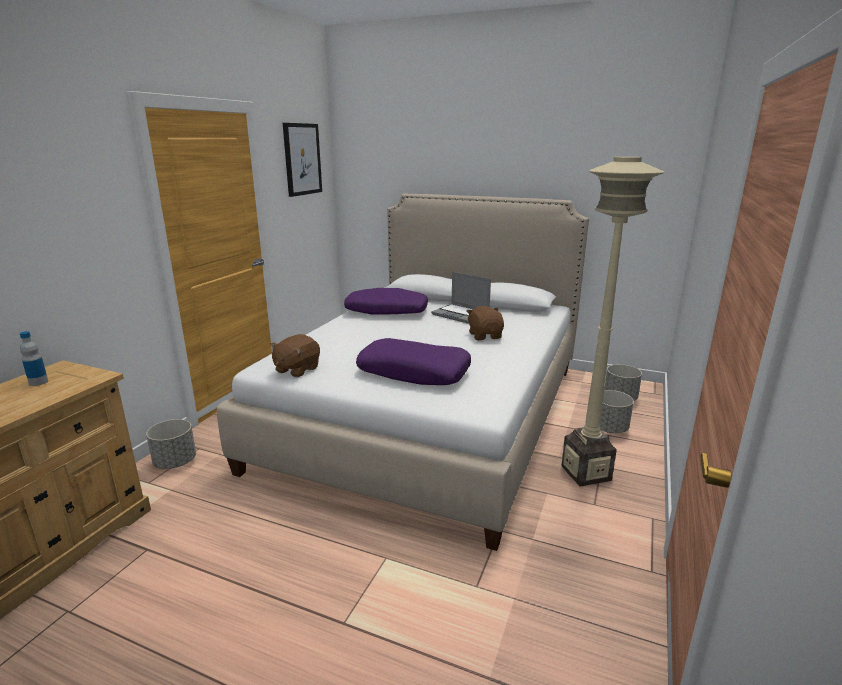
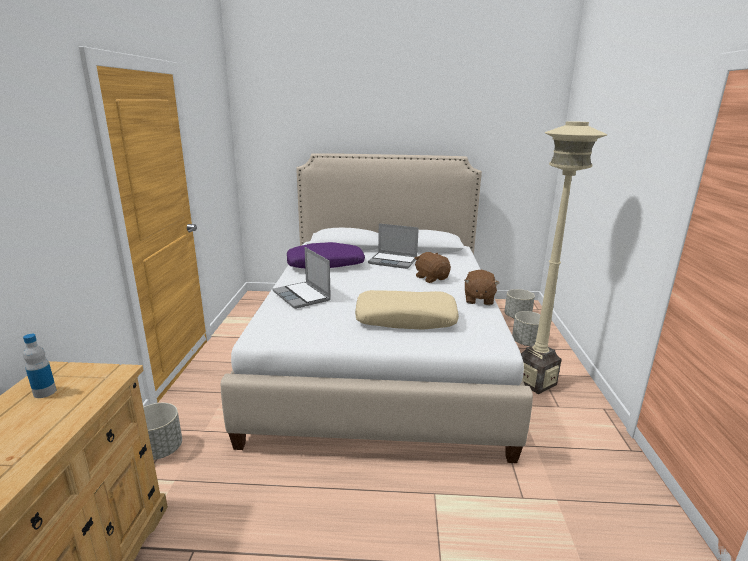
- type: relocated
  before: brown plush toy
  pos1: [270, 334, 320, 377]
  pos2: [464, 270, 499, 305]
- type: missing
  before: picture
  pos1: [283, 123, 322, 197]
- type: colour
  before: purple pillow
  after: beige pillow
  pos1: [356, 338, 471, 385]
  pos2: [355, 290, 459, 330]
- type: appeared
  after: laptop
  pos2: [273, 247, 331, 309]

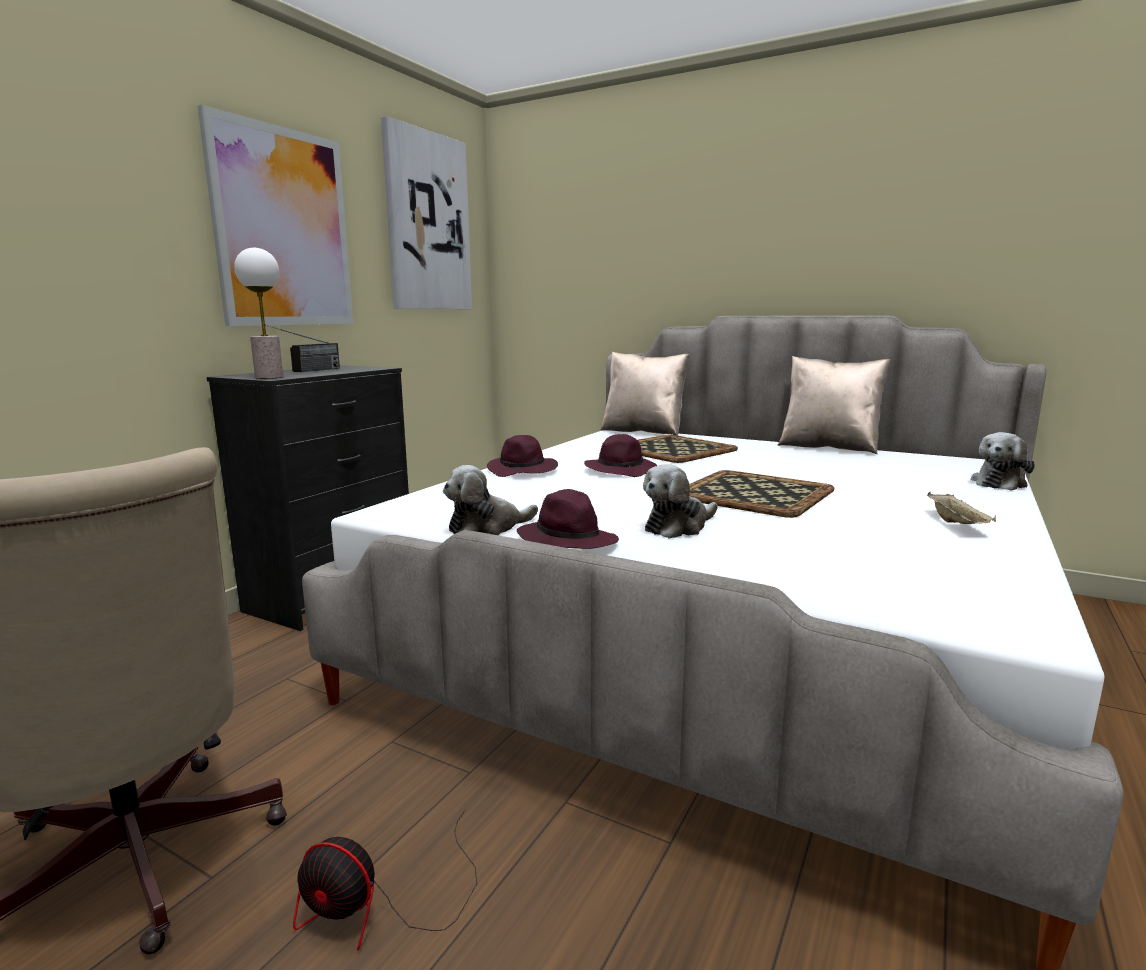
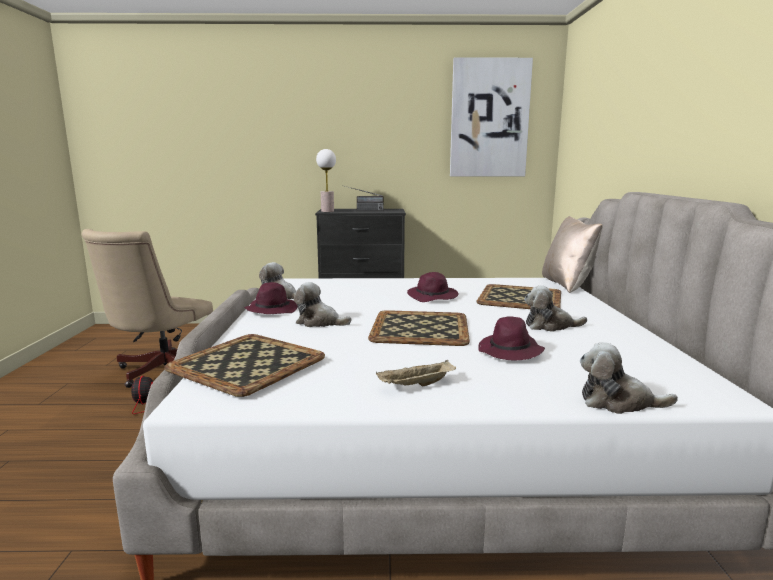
- type: missing
  before: picture
  pos1: [198, 105, 354, 326]
- type: relocated
  before: purple hat
  pos1: [487, 435, 558, 477]
  pos2: [478, 316, 545, 361]
- type: missing
  before: beige pillow
  pos1: [777, 356, 891, 454]
- type: appeared
  after: tray
  pos2: [164, 334, 325, 397]
- type: appeared
  after: plush toy
  pos2: [524, 285, 587, 332]

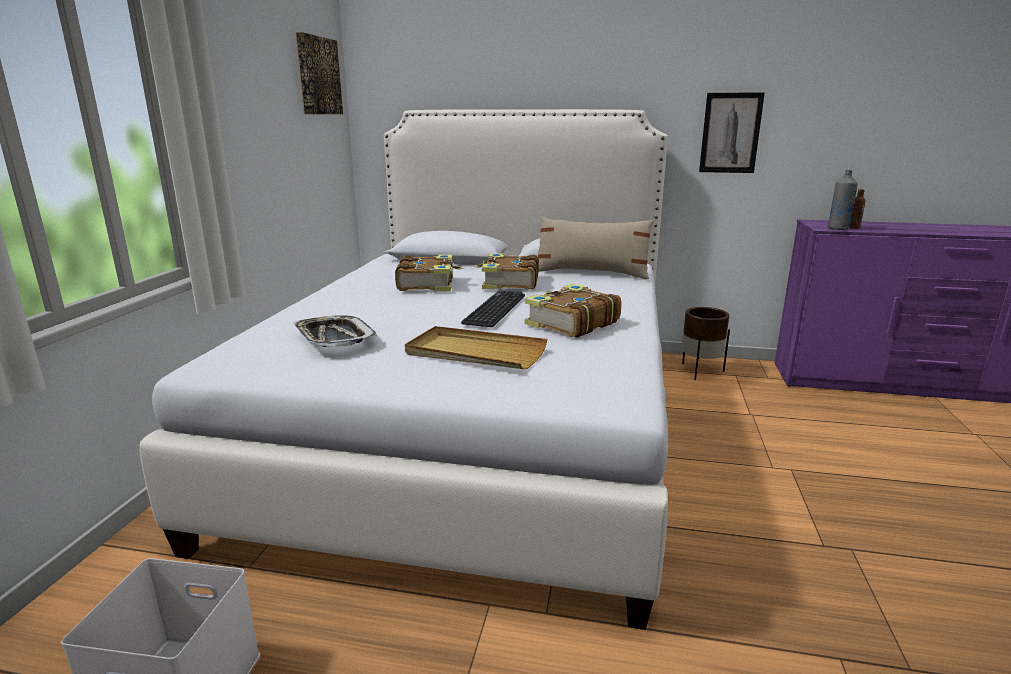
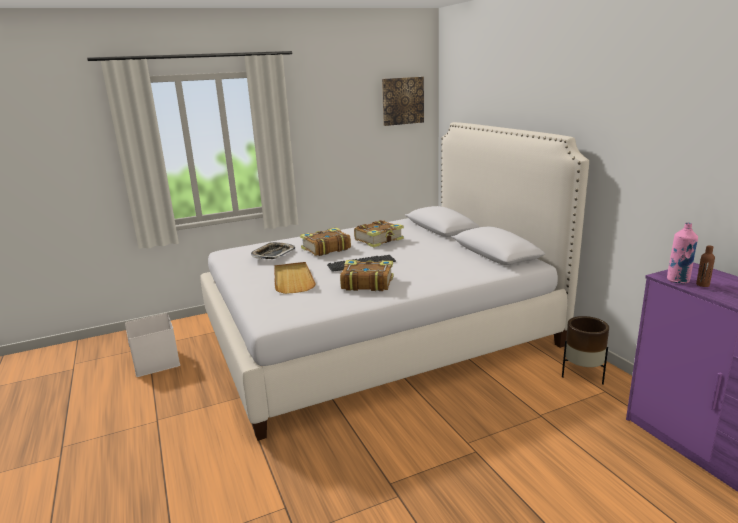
- type: relocated
  before: book
  pos1: [474, 253, 539, 290]
  pos2: [300, 228, 351, 256]
- type: missing
  before: beige pillow
  pos1: [538, 216, 654, 279]
- type: missing
  before: picture
  pos1: [699, 92, 765, 173]
- type: colour
  before: grey bottle
  after: pink bottle
  pos1: [828, 170, 858, 230]
  pos2: [667, 223, 698, 283]

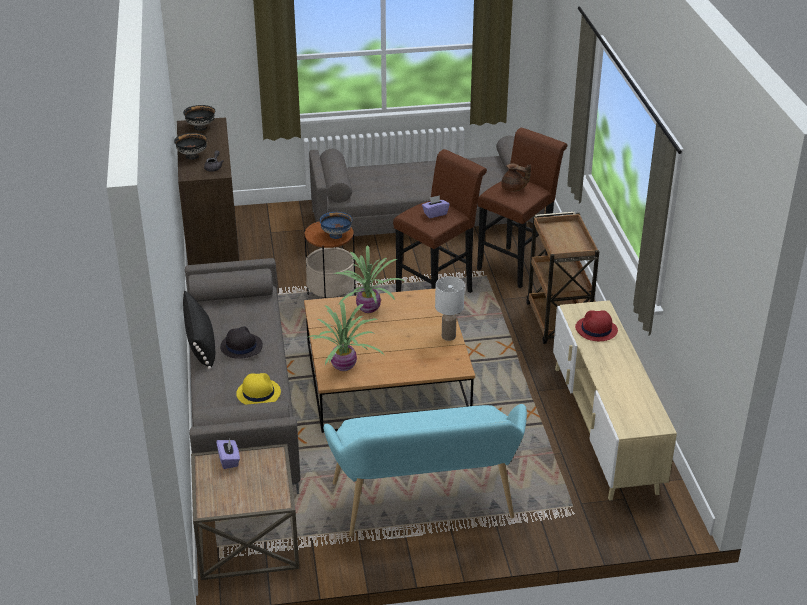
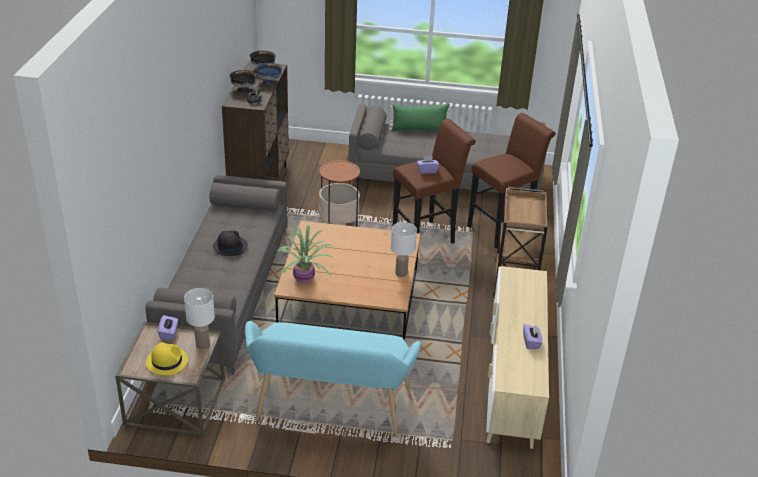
- type: missing
  before: black pillow
  pos1: [183, 290, 215, 370]
- type: relocated
  before: yellow hat
  pos1: [236, 373, 281, 405]
  pos2: [146, 342, 188, 375]
- type: relocated
  before: blue bowl
  pos1: [319, 212, 352, 239]
  pos2: [255, 63, 283, 84]
- type: missing
  before: potted plant
  pos1: [333, 245, 406, 313]
- type: missing
  before: brown teapot
  pos1: [501, 163, 531, 192]
- type: missing
  before: red hat
  pos1: [575, 310, 618, 341]
- type: appeared
  after: white table lamp
  pos2: [184, 288, 215, 349]
- type: appeared
  after: green pillow
  pos2: [389, 104, 451, 131]
- type: appeared
  after: purple tissue box
  pos2: [523, 324, 543, 349]

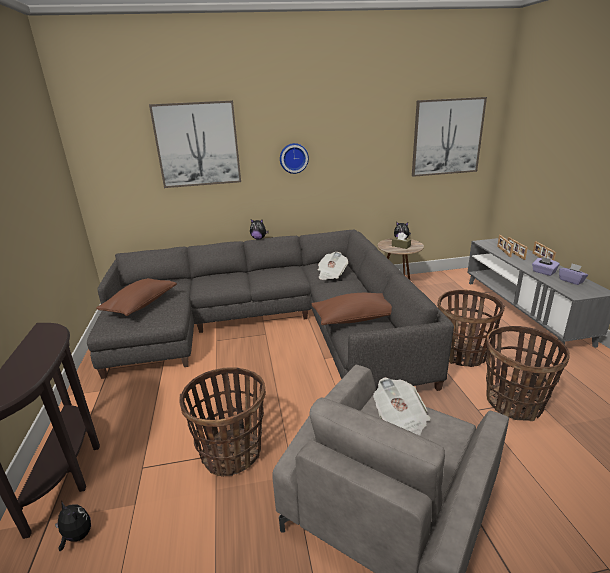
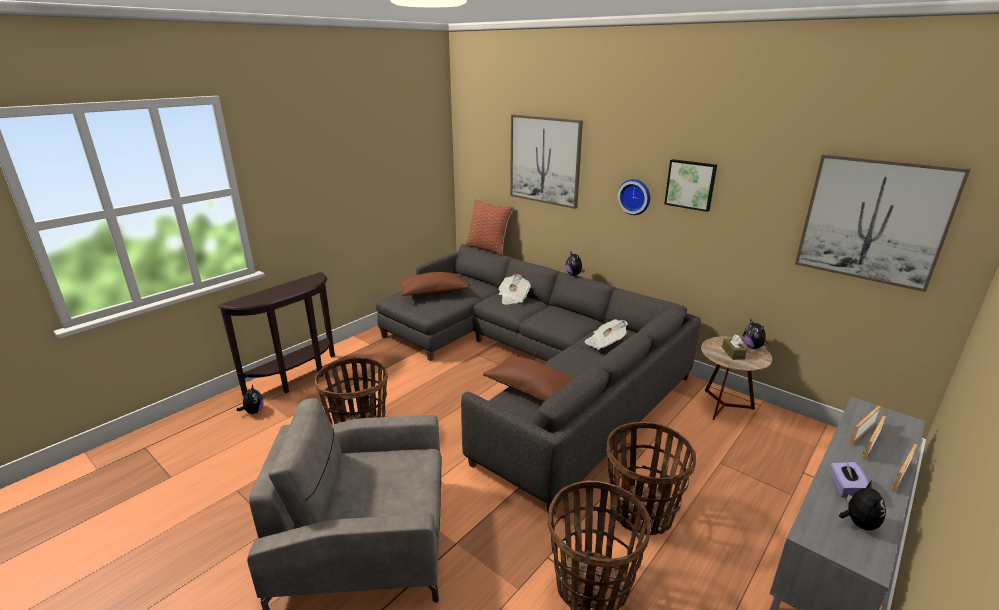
- type: relocated
  before: newspaper
  pos1: [373, 377, 431, 436]
  pos2: [498, 274, 531, 305]
- type: exchanged
  before: purple tissue box
  after: plush toy
  pos1: [559, 263, 588, 285]
  pos2: [839, 480, 886, 530]
- type: appeared
  after: pillow
  pos2: [465, 199, 513, 255]
- type: appeared
  after: picture
  pos2: [665, 159, 717, 212]

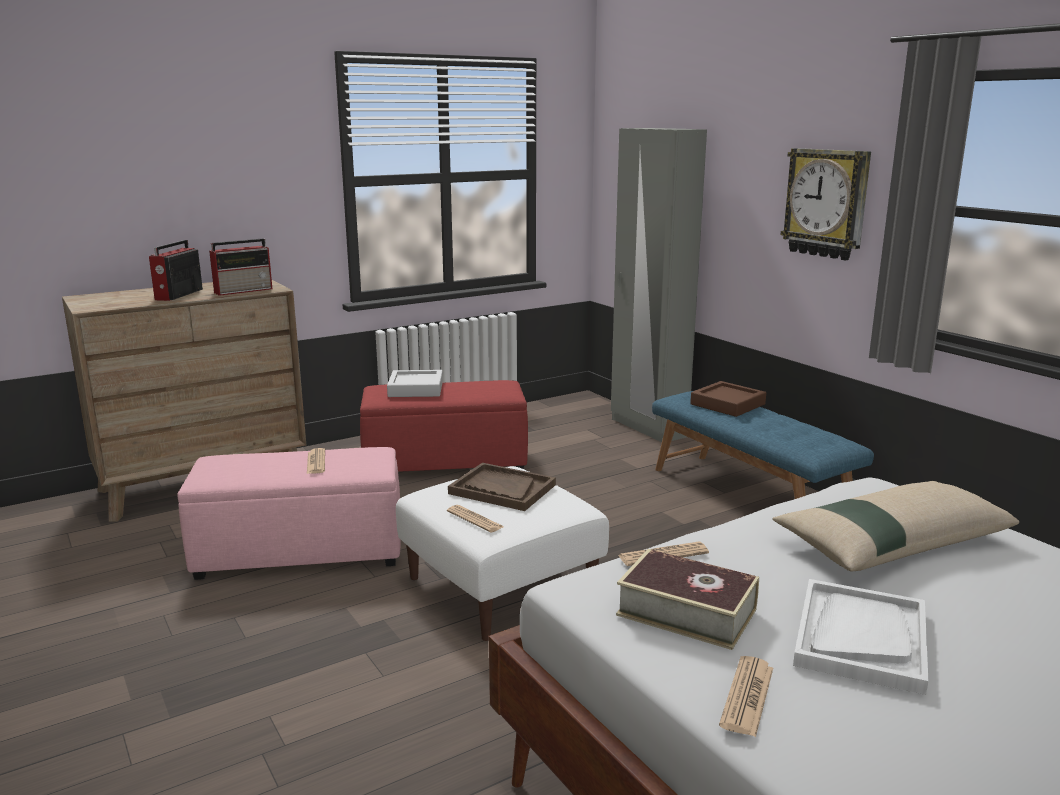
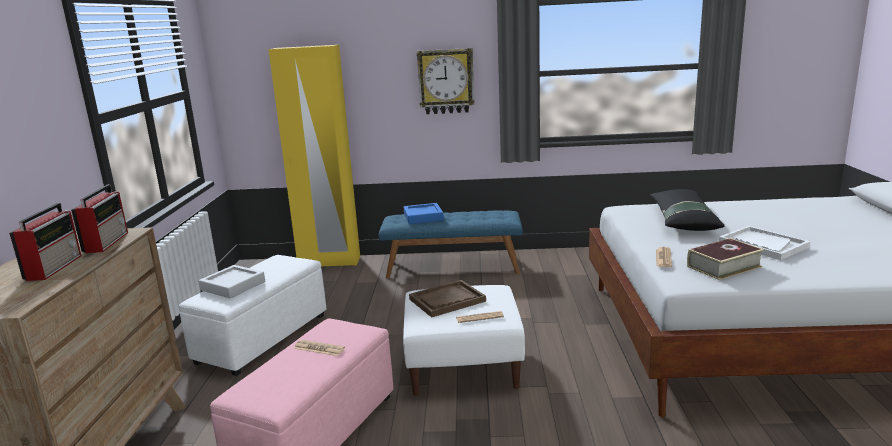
- type: spun
  before: radio
  pos1: [149, 240, 203, 301]
  pos2: [9, 203, 82, 281]
  turn: -135
- type: colour
  before: red ottoman
  after: white ottoman
  pos1: [360, 380, 528, 472]
  pos2: [179, 255, 327, 376]
- type: colour
  before: grey wardrobe
  after: yellow wardrobe
  pos1: [611, 128, 707, 443]
  pos2: [269, 45, 360, 266]
- type: colour
  before: brown tray
  after: blue tray
  pos1: [690, 381, 766, 417]
  pos2: [404, 203, 444, 224]
- type: missing
  before: newspaper
  pos1: [719, 656, 773, 737]
- type: colour
  before: beige pillow
  after: black pillow
  pos1: [772, 481, 1019, 572]
  pos2: [650, 189, 725, 231]

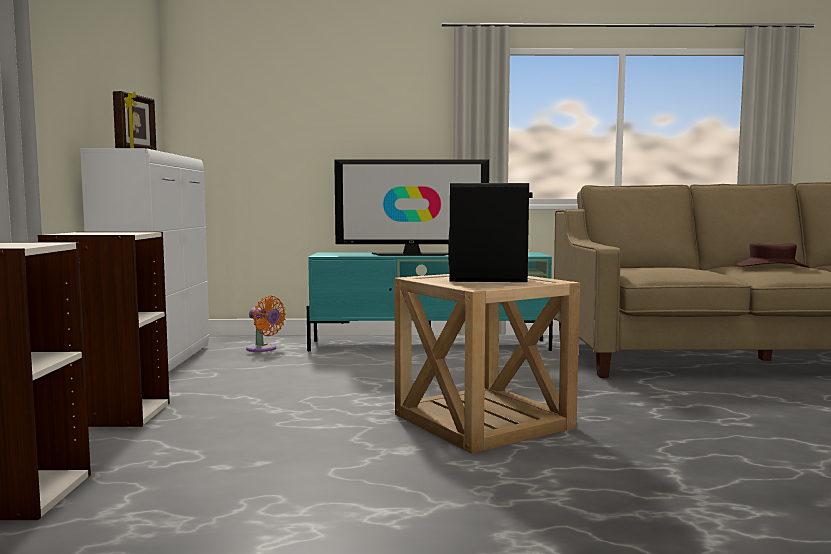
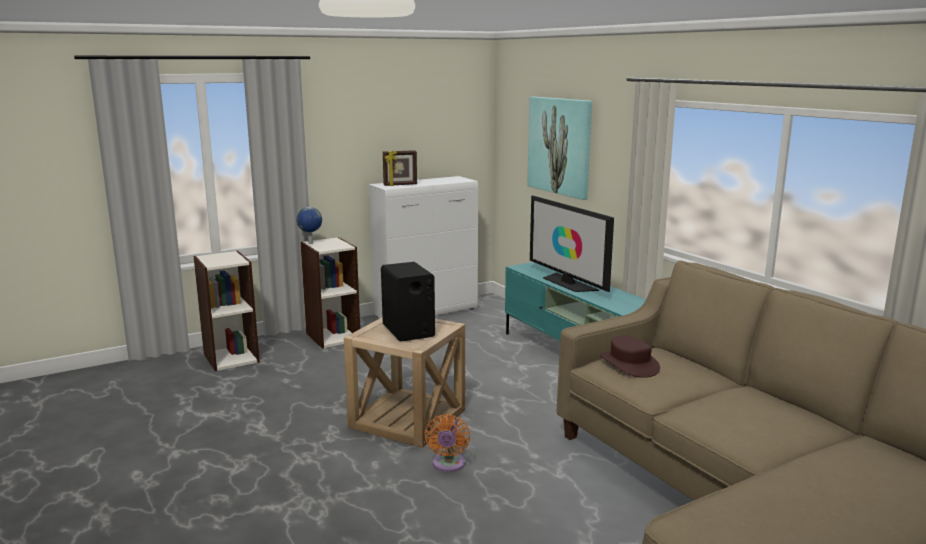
- type: relocated
  before: orange fan
  pos1: [246, 296, 286, 352]
  pos2: [424, 414, 470, 472]
- type: relocated
  before: brown hat
  pos1: [735, 242, 810, 268]
  pos2: [600, 335, 660, 378]
- type: appeared
  after: globe
  pos2: [296, 207, 322, 244]
- type: appeared
  after: picture
  pos2: [527, 97, 592, 200]

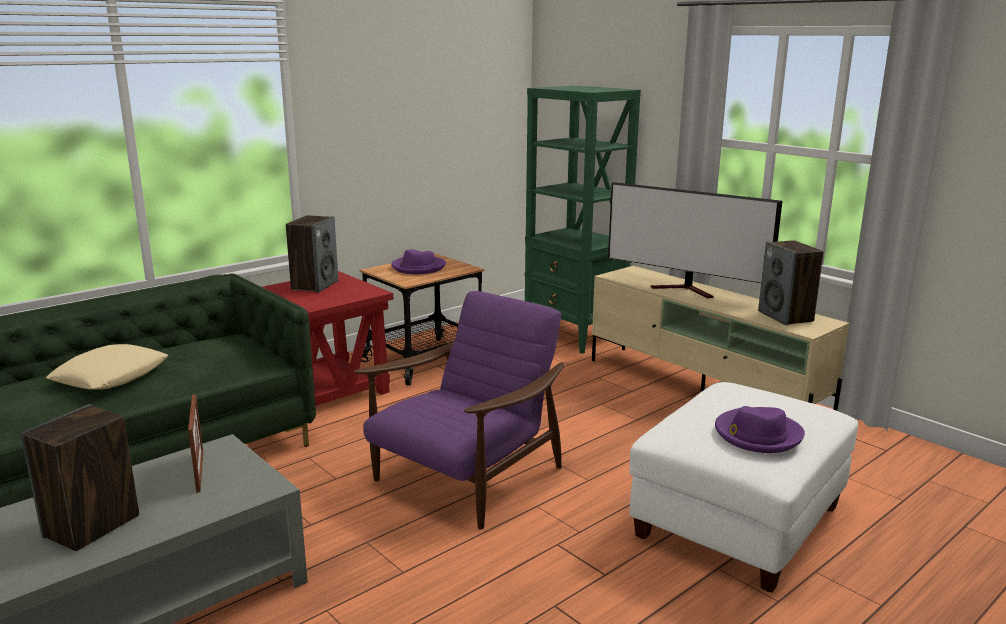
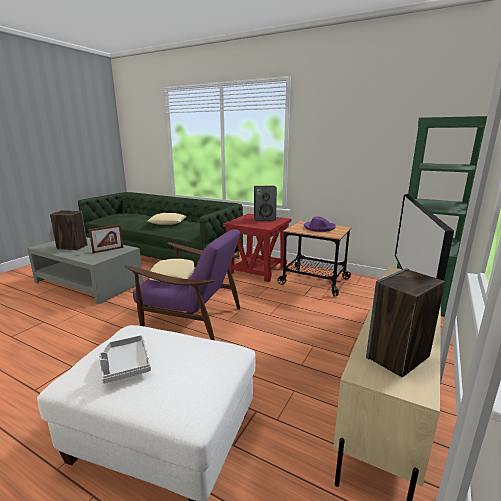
- type: exchanged
  before: purple hat
  after: grey tray
  pos1: [715, 406, 805, 453]
  pos2: [99, 335, 151, 383]
- type: appeared
  after: beige pillow
  pos2: [150, 259, 194, 282]

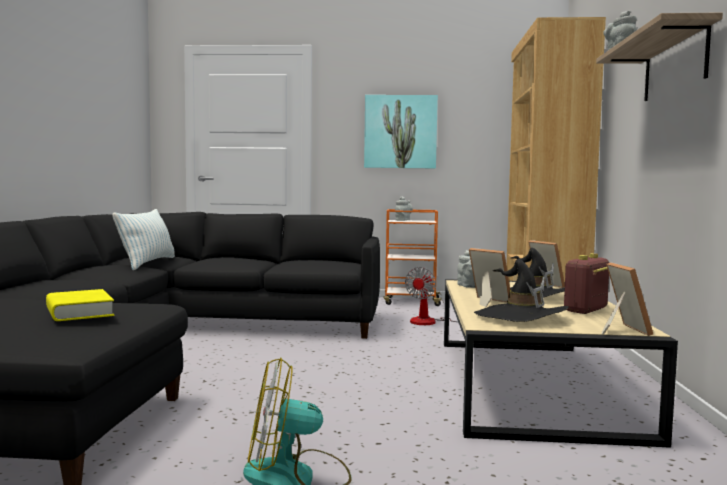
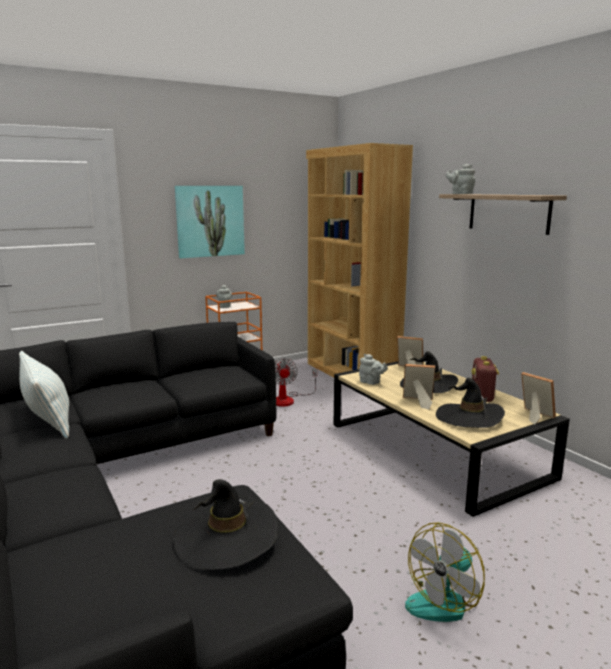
- type: exchanged
  before: yellow book
  after: black hat
  pos1: [46, 289, 114, 321]
  pos2: [173, 479, 278, 570]

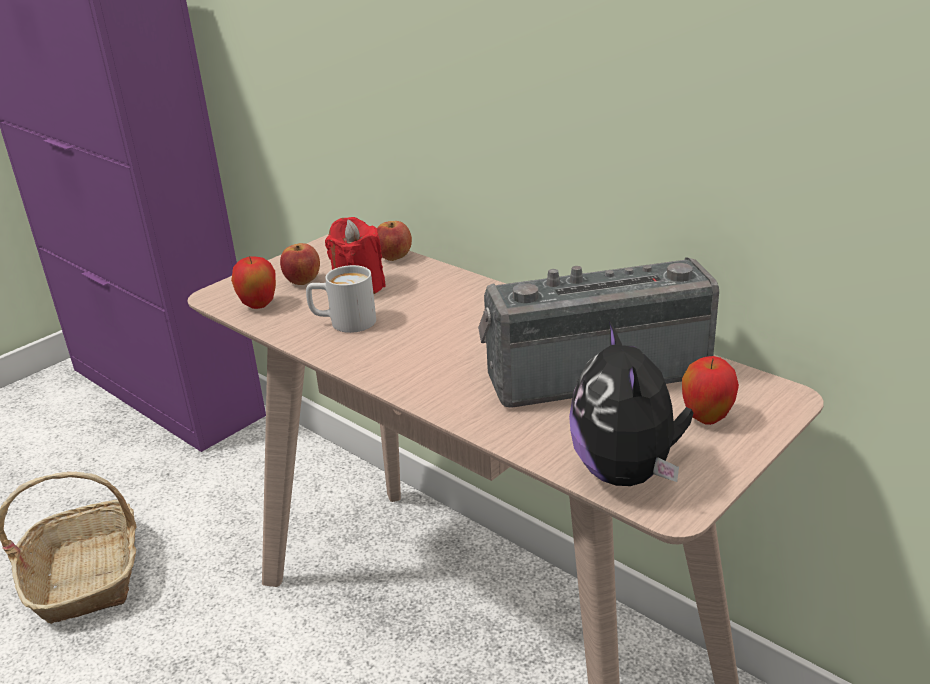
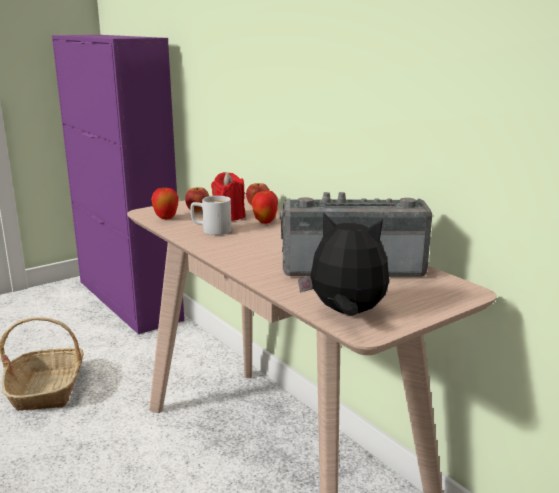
- type: spun
  before: plush toy
  pos1: [569, 318, 693, 486]
  pos2: [298, 213, 389, 316]
  turn: 105
- type: relocated
  before: apple
  pos1: [682, 356, 739, 425]
  pos2: [252, 189, 278, 224]

